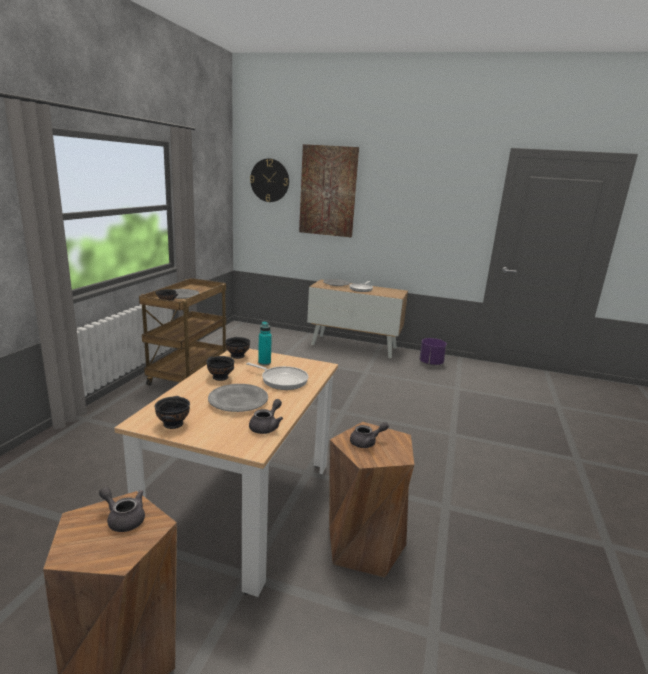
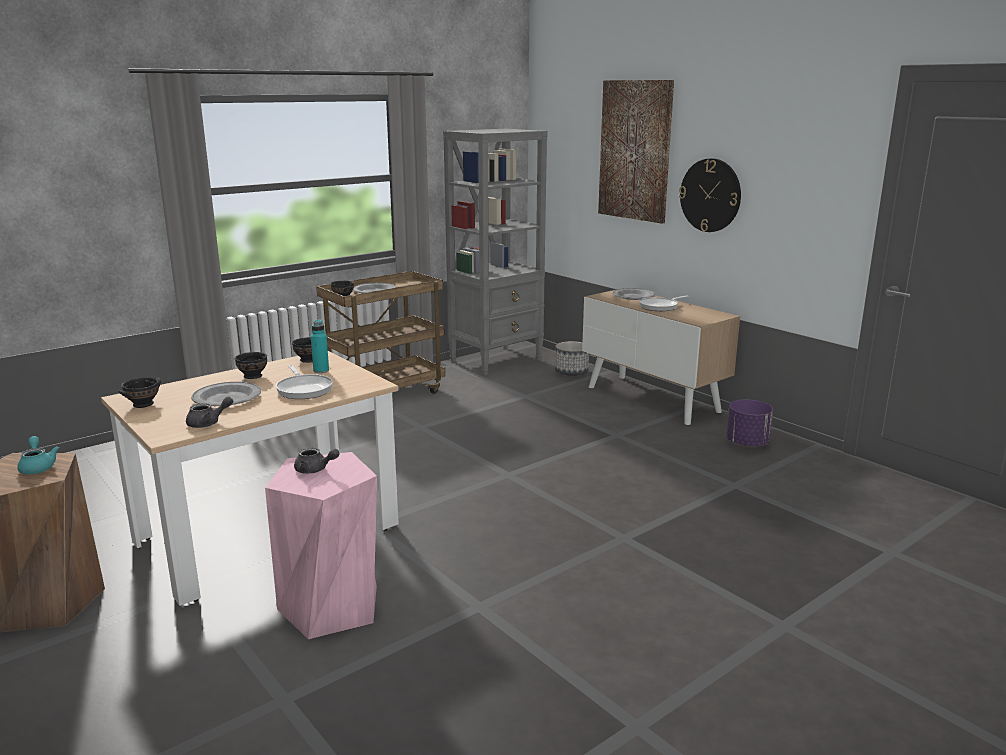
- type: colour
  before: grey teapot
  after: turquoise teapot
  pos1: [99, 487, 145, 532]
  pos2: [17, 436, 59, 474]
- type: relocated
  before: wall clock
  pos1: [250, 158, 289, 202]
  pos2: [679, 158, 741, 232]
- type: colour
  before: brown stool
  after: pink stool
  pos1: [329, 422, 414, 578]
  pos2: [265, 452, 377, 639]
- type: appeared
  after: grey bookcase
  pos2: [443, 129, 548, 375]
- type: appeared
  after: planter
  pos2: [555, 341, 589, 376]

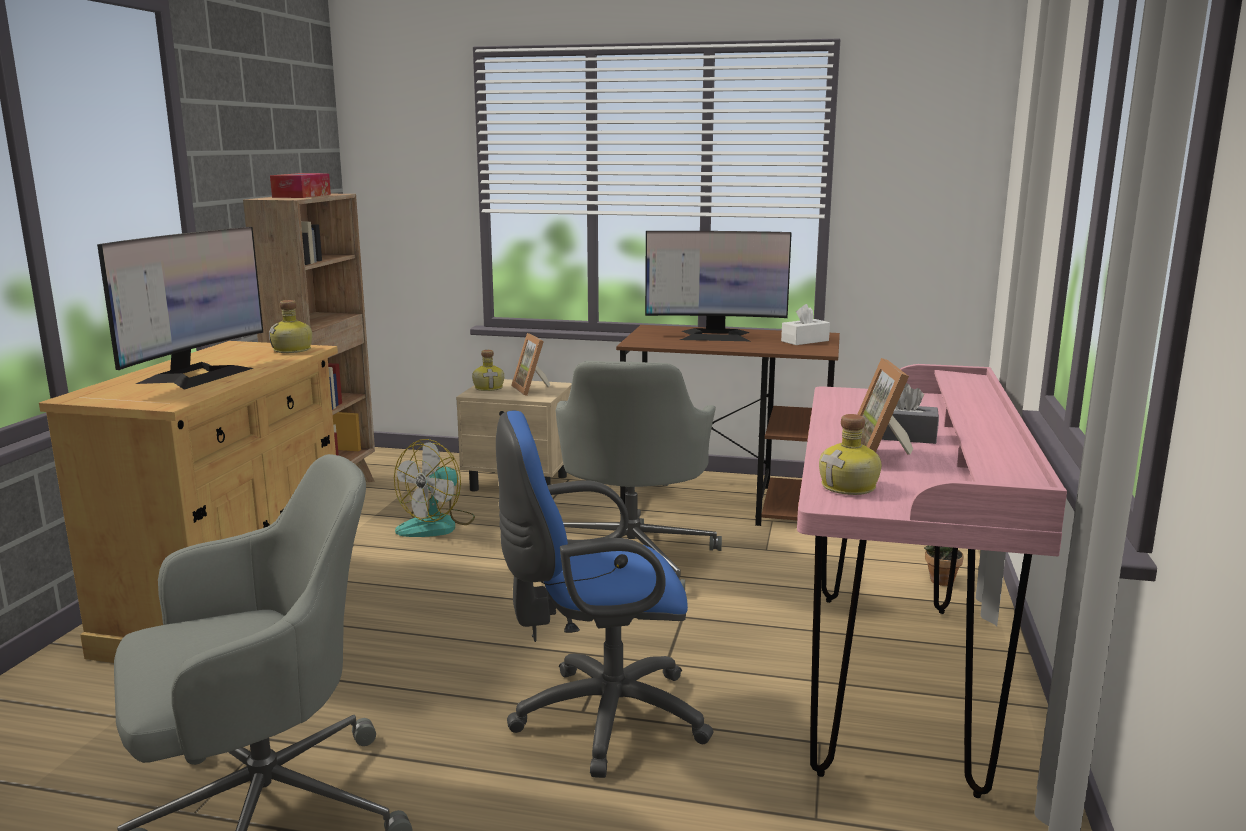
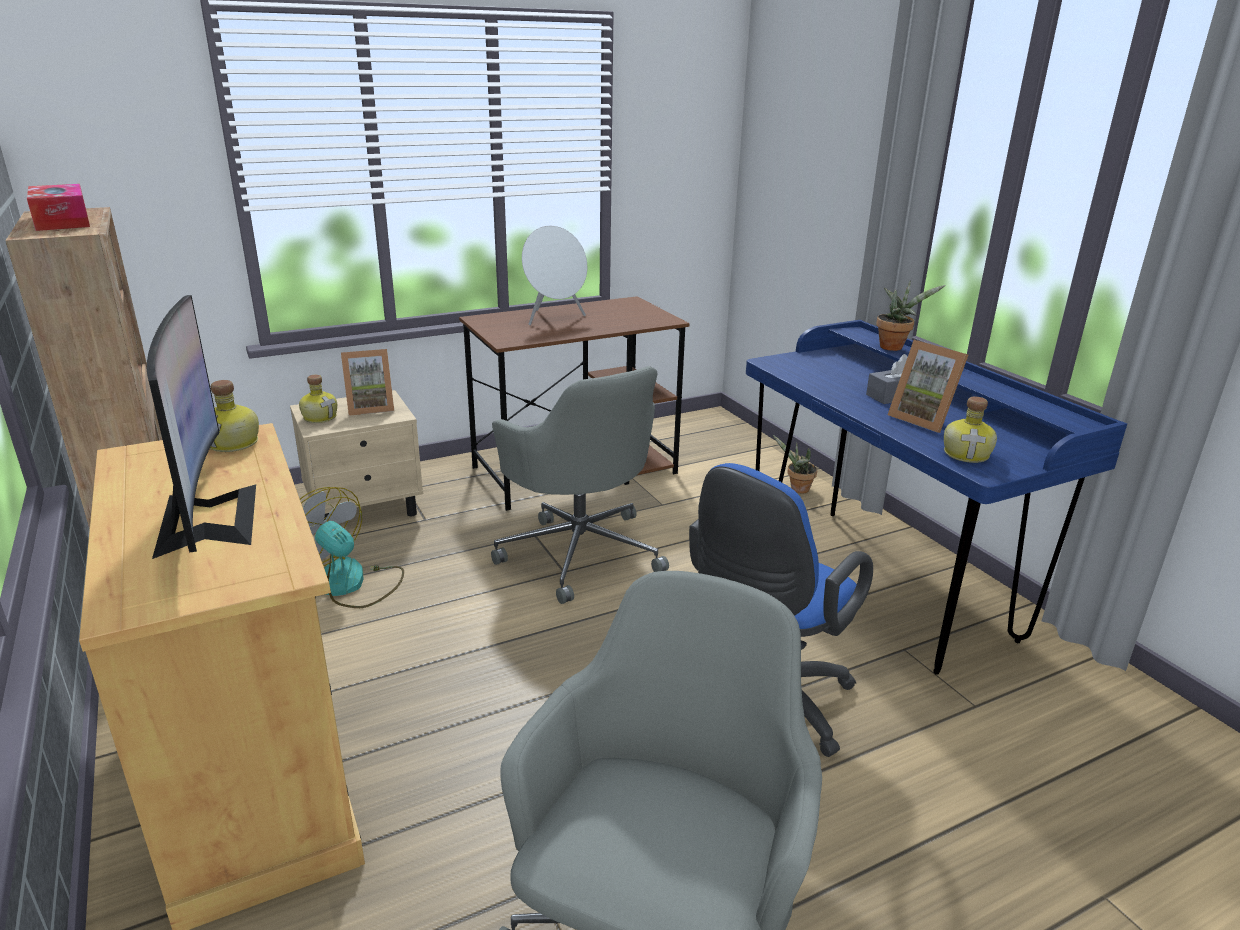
- type: spun
  before: fan
  pos1: [394, 439, 475, 537]
  pos2: [300, 487, 404, 608]
  turn: 135
- type: spun
  before: picture frame
  pos1: [511, 333, 550, 396]
  pos2: [341, 349, 394, 416]
  turn: -45
- type: exchanged
  before: monitor
  after: white speaker
  pos1: [645, 231, 792, 341]
  pos2: [522, 226, 587, 325]
- type: missing
  before: white tissue box
  pos1: [781, 304, 830, 345]
- type: colour
  before: pink desk
  after: blue desk
  pos1: [797, 364, 1067, 798]
  pos2: [746, 320, 1127, 675]
- type: appeared
  after: potted plant
  pos2: [876, 280, 946, 351]

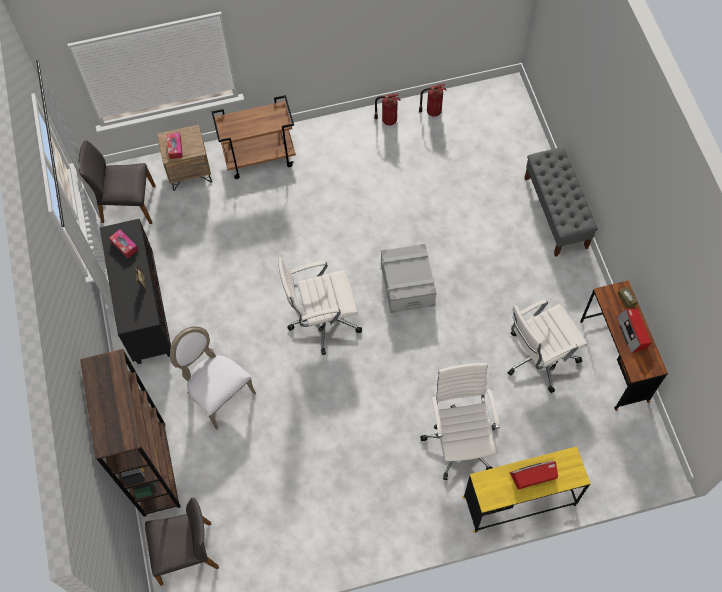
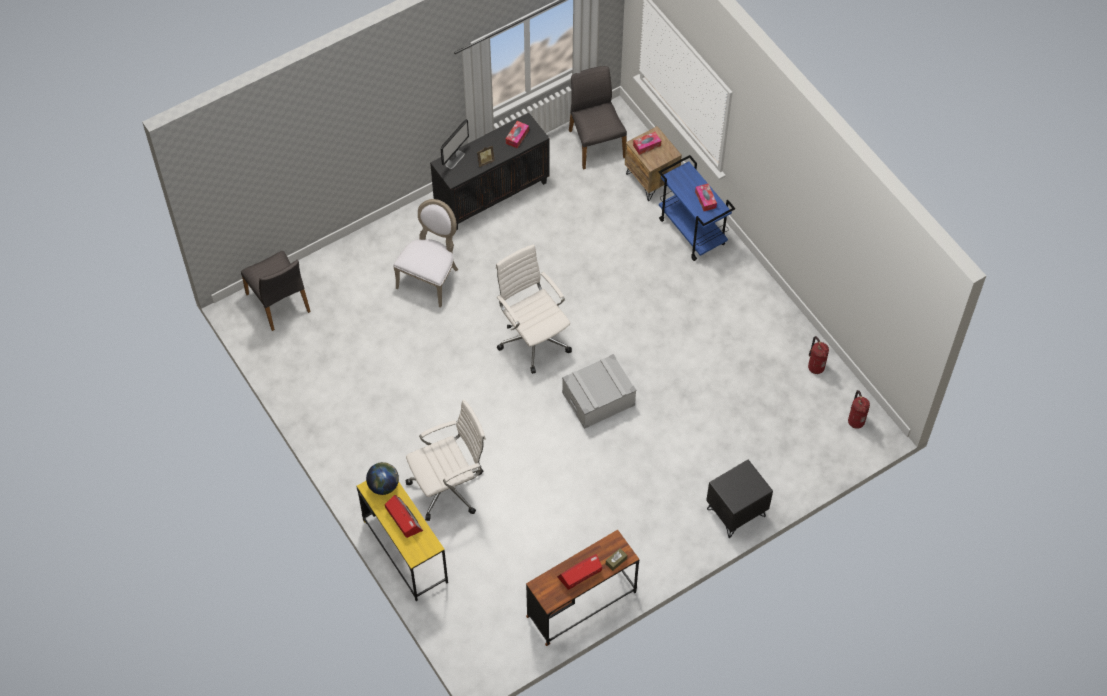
- type: missing
  before: brown bookcase
  pos1: [80, 349, 181, 517]
- type: colour
  before: brown cart
  after: blue cart
  pos1: [211, 95, 296, 179]
  pos2: [659, 155, 735, 261]
- type: relocated
  before: fire extinguisher
  pos1: [374, 93, 400, 125]
  pos2: [848, 390, 870, 429]
- type: missing
  before: white office chair
  pos1: [508, 299, 588, 393]
- type: exchanged
  before: grey bench
  after: black nightstand
  pos1: [524, 147, 598, 257]
  pos2: [706, 460, 773, 538]
- type: appeared
  after: globe
  pos2: [366, 462, 399, 495]
- type: appeared
  after: monitor
  pos2: [440, 119, 469, 169]
- type: appeared
  after: tissue box
  pos2: [695, 184, 717, 211]

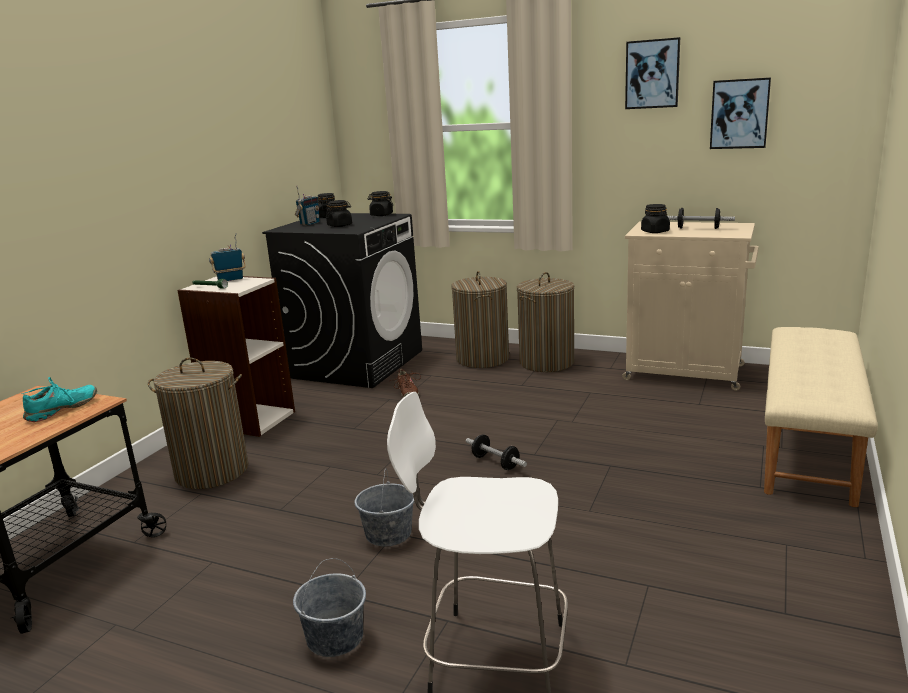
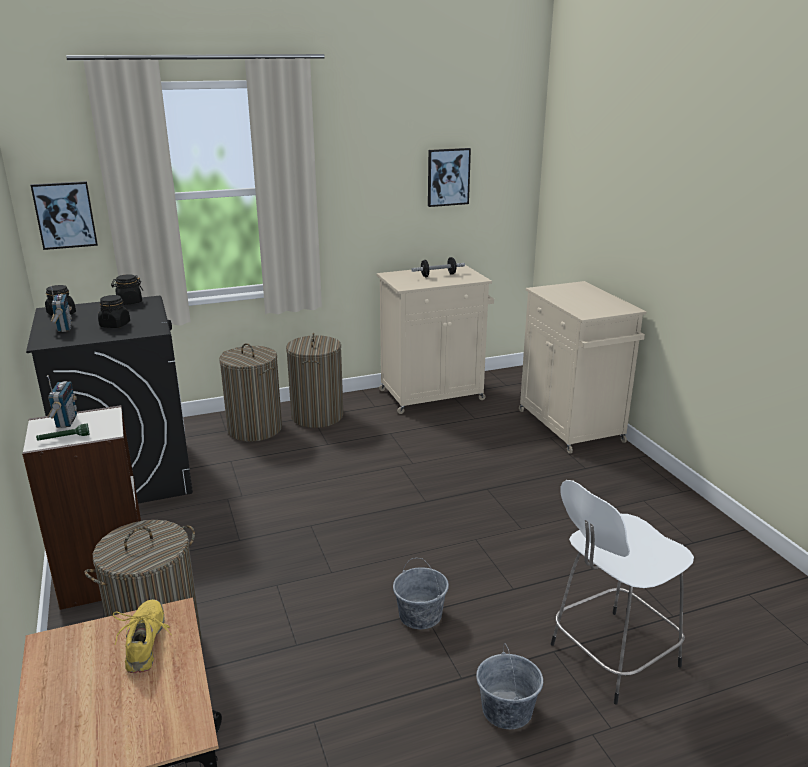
- type: colour
  before: turquoise shoe
  after: yellow shoe
  pos1: [22, 377, 97, 422]
  pos2: [113, 599, 172, 673]
- type: spun
  before: radio
  pos1: [209, 233, 246, 281]
  pos2: [47, 375, 77, 428]
  turn: 150
- type: missing
  before: brown shoe
  pos1: [390, 369, 421, 397]
- type: missing
  before: dumbbell
  pos1: [466, 434, 527, 470]
- type: relocated
  before: picture
  pos1: [625, 37, 680, 109]
  pos2: [31, 181, 98, 250]
- type: missing
  before: black jar
  pos1: [641, 204, 670, 233]
- type: exchanged
  before: beige bench
  after: beige cabinet
  pos1: [764, 327, 878, 507]
  pos2: [519, 281, 646, 454]

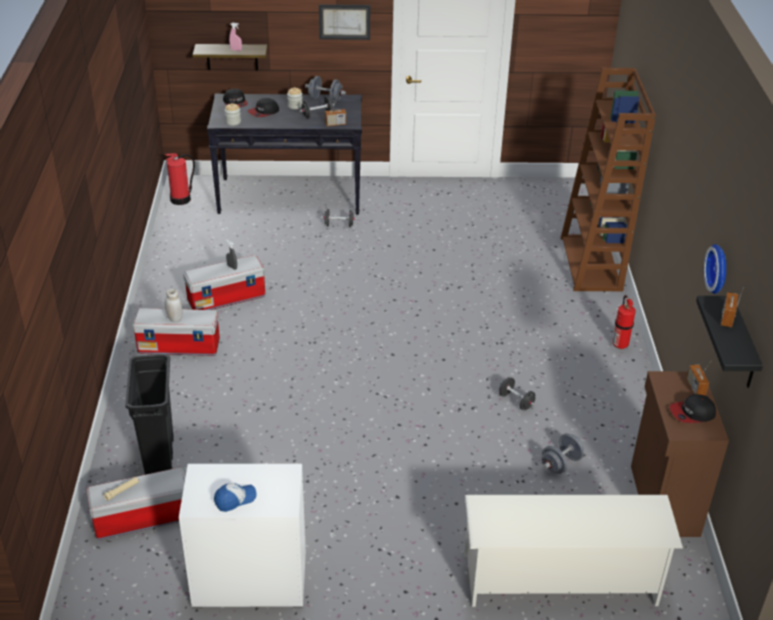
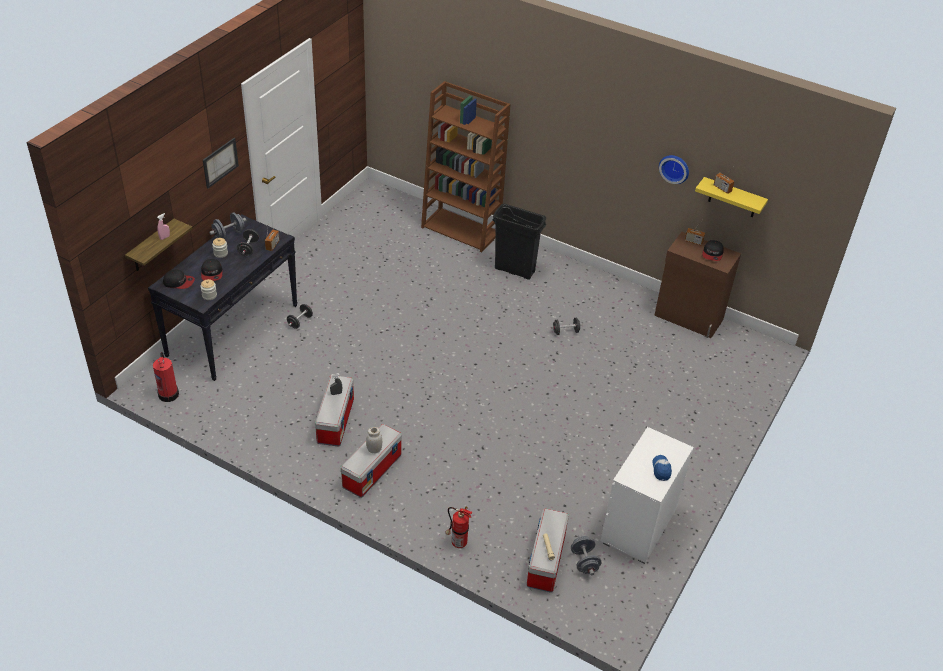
- type: relocated
  before: black trash can
  pos1: [125, 354, 173, 475]
  pos2: [492, 203, 546, 280]
- type: missing
  before: white shoe rack
  pos1: [464, 495, 683, 607]
- type: relocated
  before: grey dumbbell
  pos1: [542, 433, 584, 474]
  pos2: [571, 535, 602, 575]
- type: relocated
  before: fire extinguisher
  pos1: [612, 295, 636, 349]
  pos2: [445, 507, 472, 548]
- type: colour
  before: black shelf
  after: yellow shelf
  pos1: [696, 296, 763, 388]
  pos2: [695, 177, 768, 217]

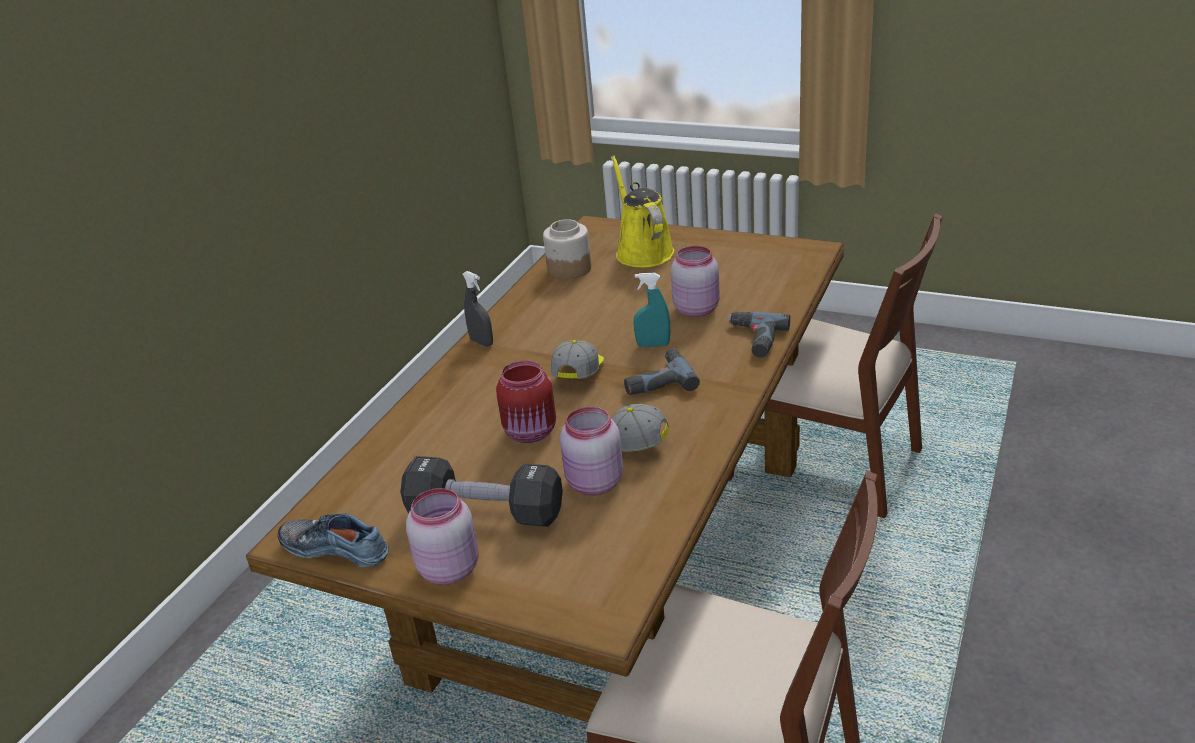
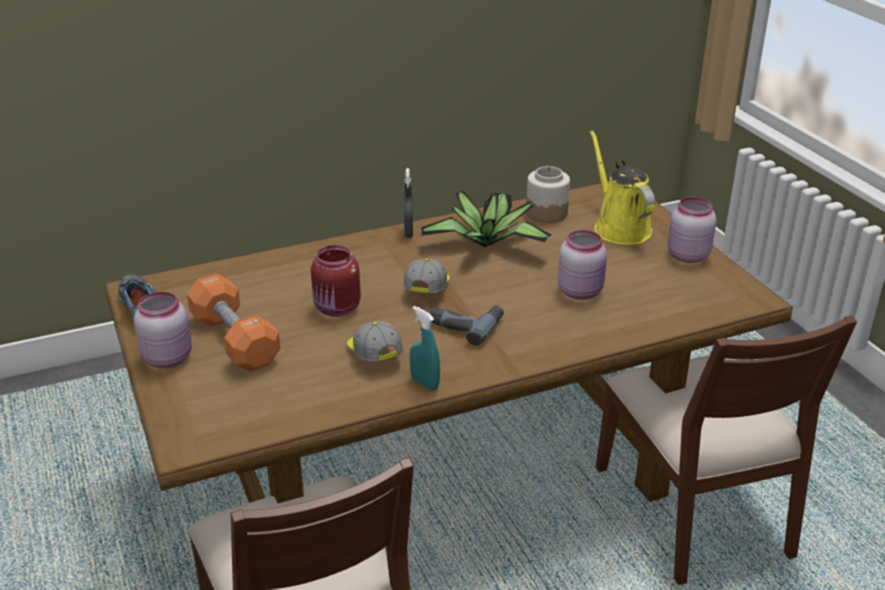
- type: colour
  before: black dumbbell
  after: orange dumbbell
  pos1: [400, 456, 563, 527]
  pos2: [187, 273, 280, 371]
- type: spun
  before: cap
  pos1: [551, 340, 604, 379]
  pos2: [404, 258, 450, 293]
  turn: -45
- type: relocated
  before: pink jar
  pos1: [560, 407, 623, 495]
  pos2: [668, 197, 716, 263]
- type: spun
  before: yellow watering can
  pos1: [611, 155, 674, 267]
  pos2: [590, 130, 655, 245]
  turn: -45
- type: relocated
  before: turquoise spray bottle
  pos1: [634, 273, 670, 347]
  pos2: [410, 306, 440, 391]
- type: missing
  before: power drill
  pos1: [728, 312, 790, 358]
- type: appeared
  after: potted plant
  pos2: [421, 191, 551, 247]

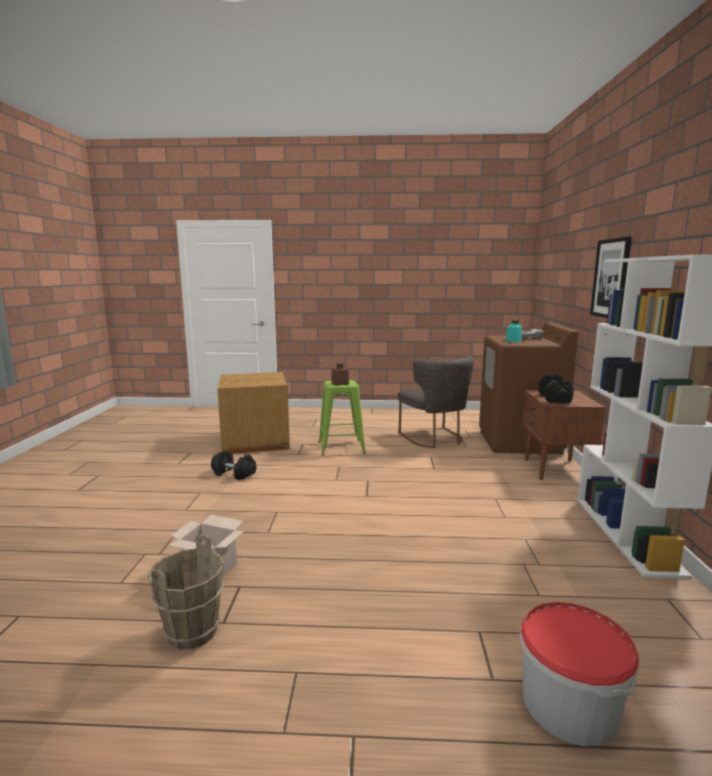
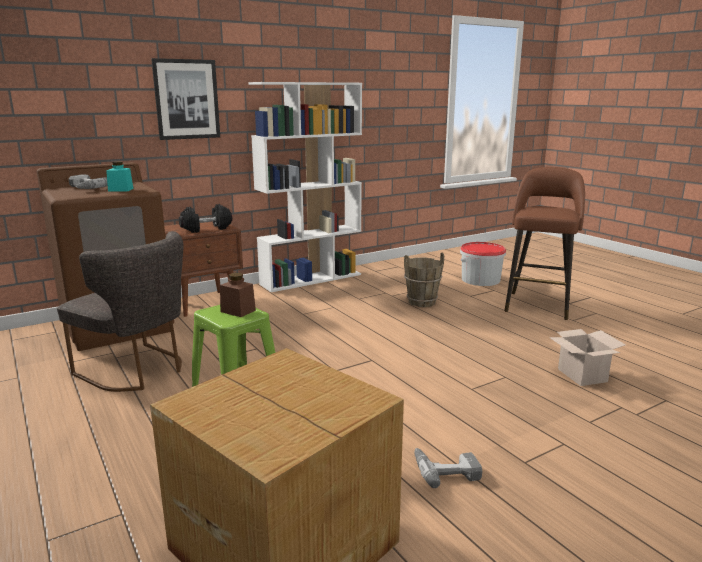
- type: relocated
  before: brown bucket
  pos1: [148, 534, 224, 649]
  pos2: [404, 252, 444, 307]
- type: exchanged
  before: black dumbbell
  after: power drill
  pos1: [211, 450, 256, 480]
  pos2: [415, 448, 482, 488]
- type: spun
  before: grey chair
  pos1: [398, 356, 474, 448]
  pos2: [57, 231, 183, 392]
  turn: 90
- type: appeared
  after: brown stool
  pos2: [504, 167, 585, 320]

